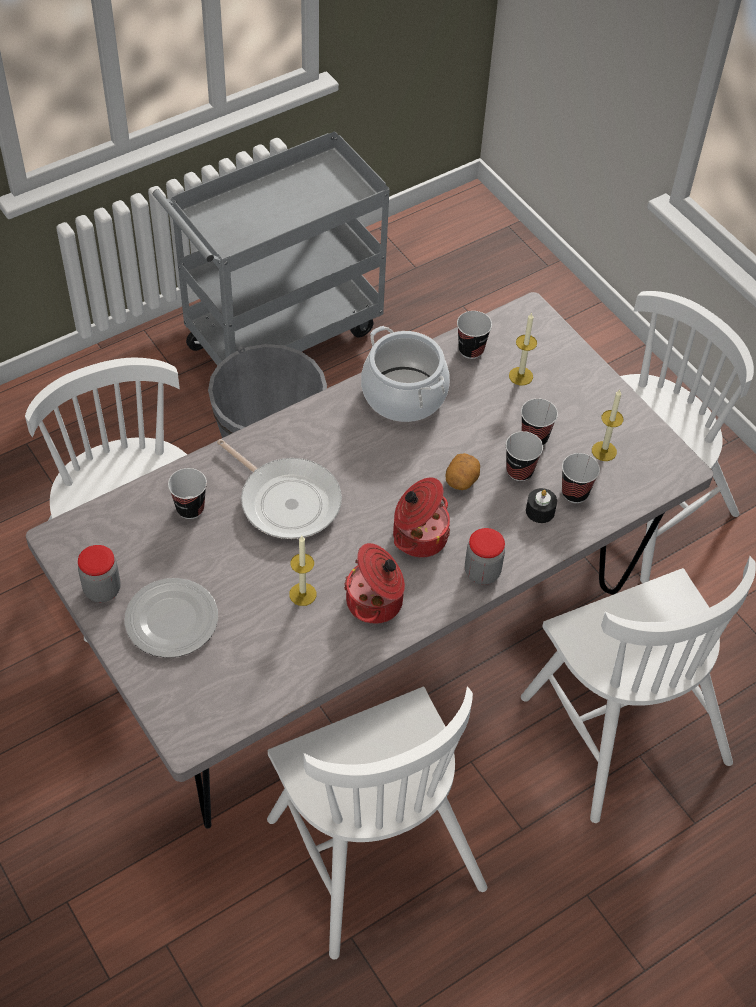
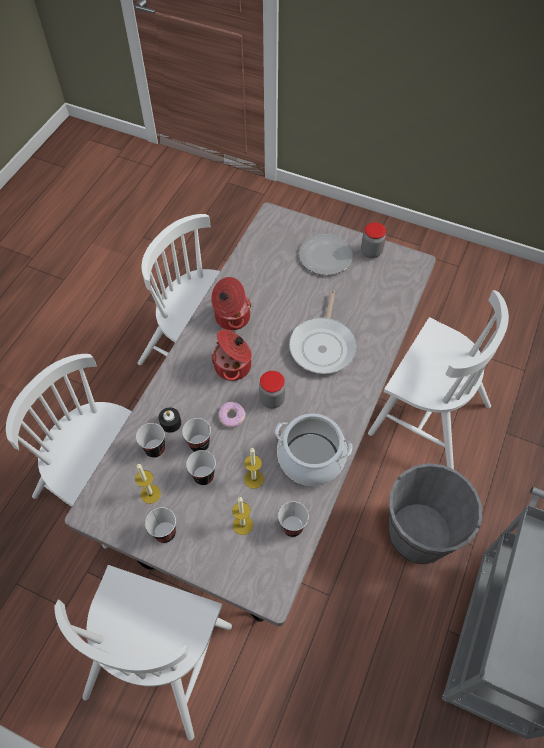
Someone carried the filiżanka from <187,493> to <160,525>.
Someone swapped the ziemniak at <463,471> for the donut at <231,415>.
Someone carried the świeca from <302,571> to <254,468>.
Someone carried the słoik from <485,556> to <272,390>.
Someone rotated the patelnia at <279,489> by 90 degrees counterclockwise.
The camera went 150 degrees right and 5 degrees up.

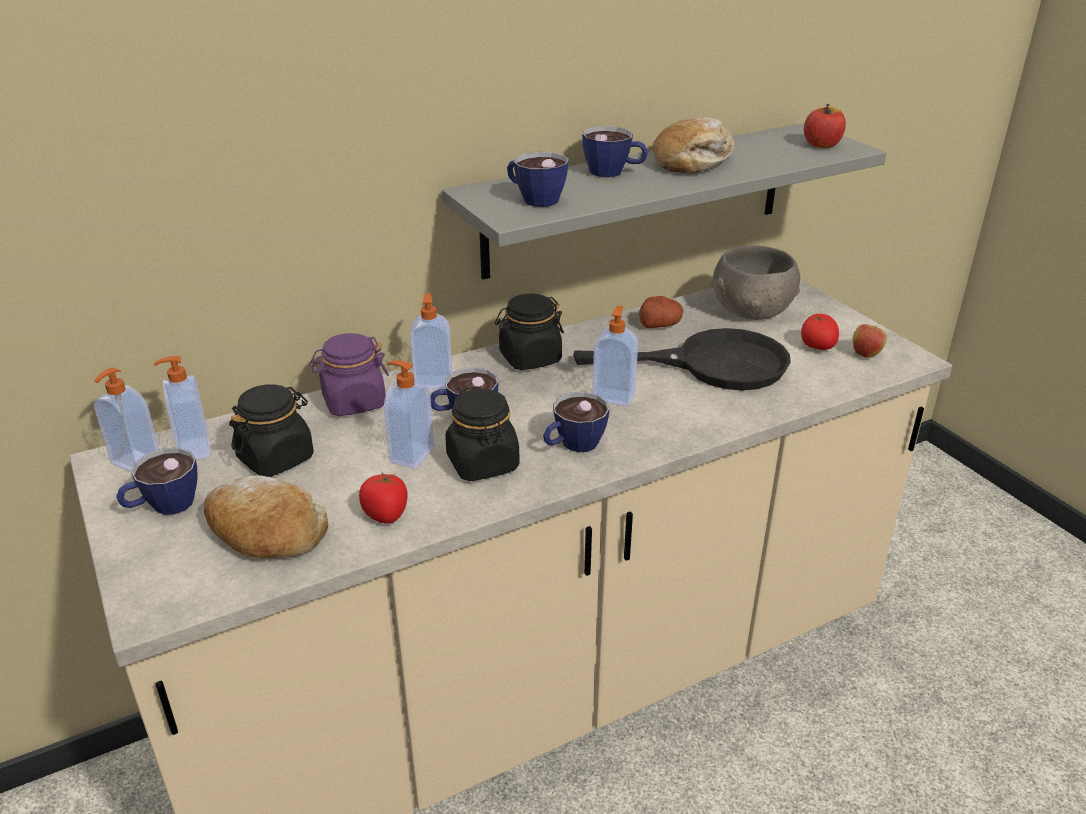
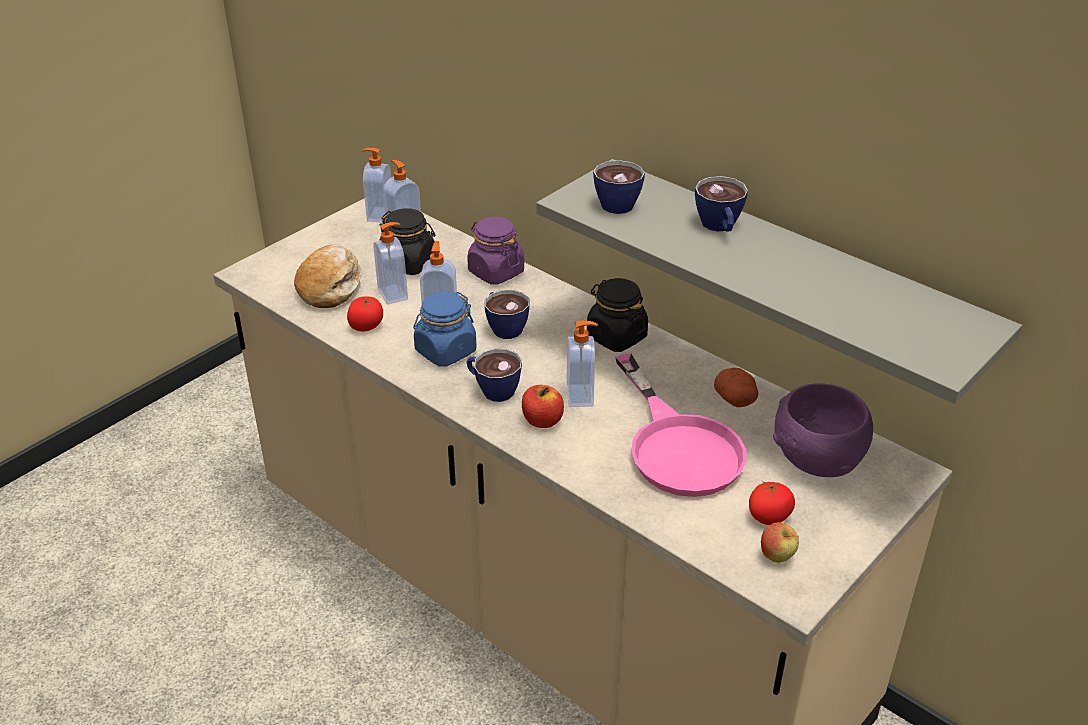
Someone carried the dozownik mydła from <431,341> to <390,263>.
Someone repainted the słoik (czarny) at <482,433>, which became the słoik (niebieski) at <444,329>.
Someone carried the jabłko from <825,126> to <543,406>.
Someone repainted the patelnia (czarny) at <682,359>, which became the patelnia (różowy) at <680,425>.
Someone repainted the miska (szary) at <755,283>, which became the miska (fioletowy) at <823,430>.
Someone took away the filiżanka at <157,481>.
Someone took away the chleb at <693,145>.
The camera went 70 degrees right and 5 degrees up.

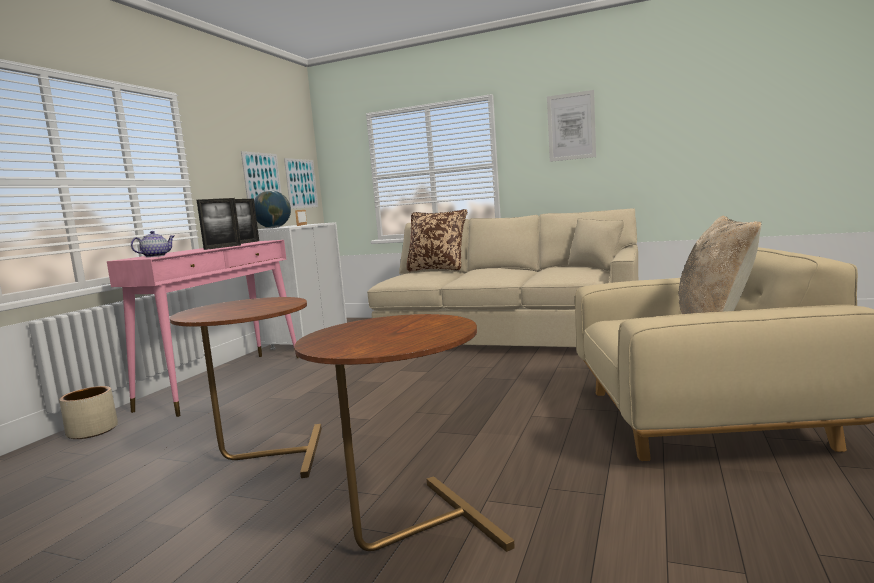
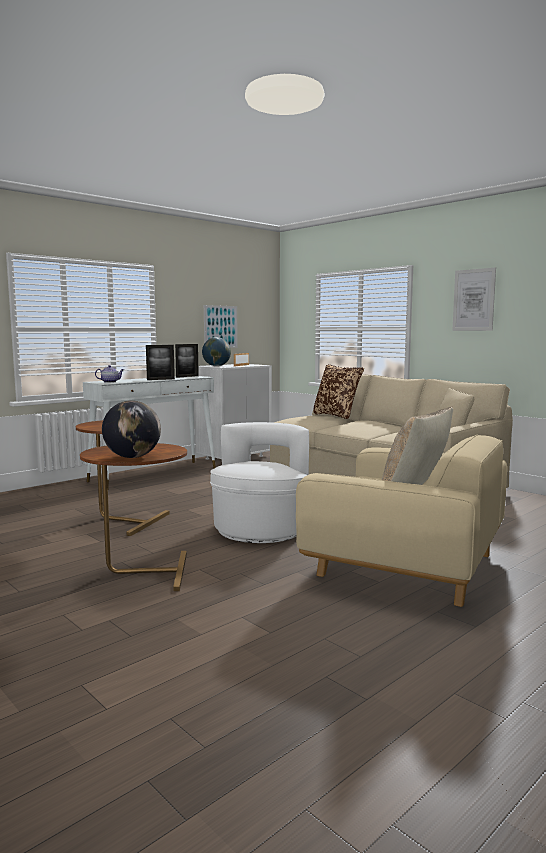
Someone repainted the stolik konsolowy (różowy) at <203,328>, which became the stolik konsolowy (biały) at <149,432>.
Someone put down the globus at <131,429>.
Someone put down the fotel (biały) at <259,482>.
Someone took away the donica (beżowy) at <88,412>.
Someone took away the obraz at <301,183>.
The camera went 25 degrees right and 0 degrees up.

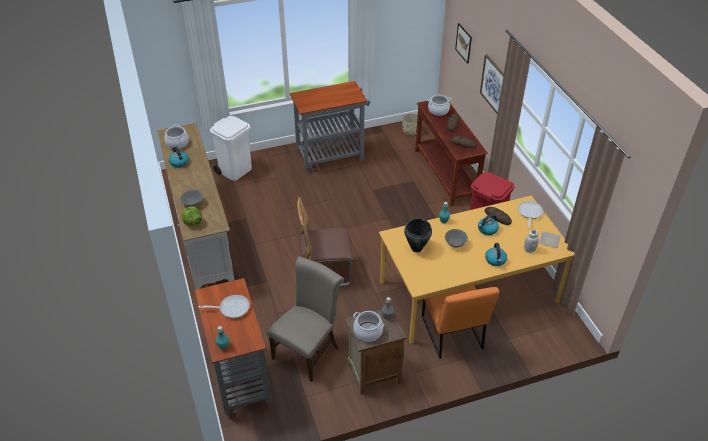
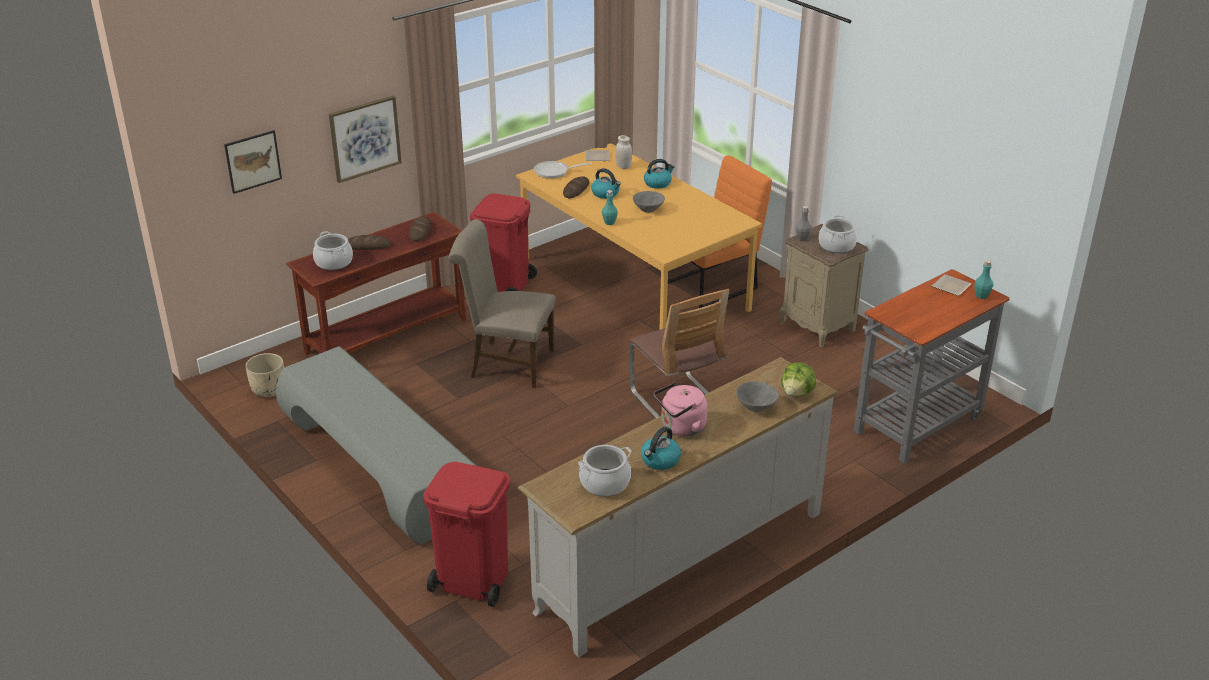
Someone swapped the wózek (szary) at <330,126> for the ławka (szary) at <376,445>.
Someone repainted the kosz na śmieci (biały) at <231,148>, which became the kosz na śmieci (czerwony) at <466,534>.
Someone carried the krzesło (beżowy) from <305,319> to <502,303>.
Someone put down the czajnik (różowy) at <681,409>.
Someone put down the talerz at <952,285>.
Someone took away the patelnia at <224,306>.
Someone took away the garnek (czarny) at <418,235>.
The camera went 110 degrees left and 10 degrees down.

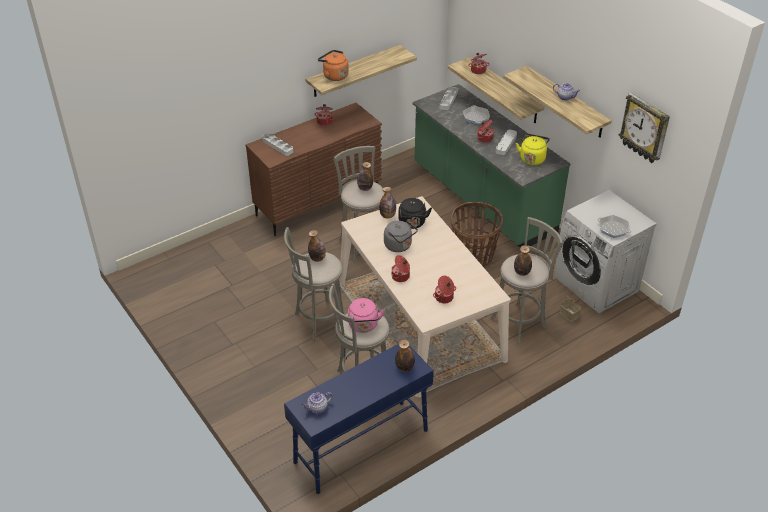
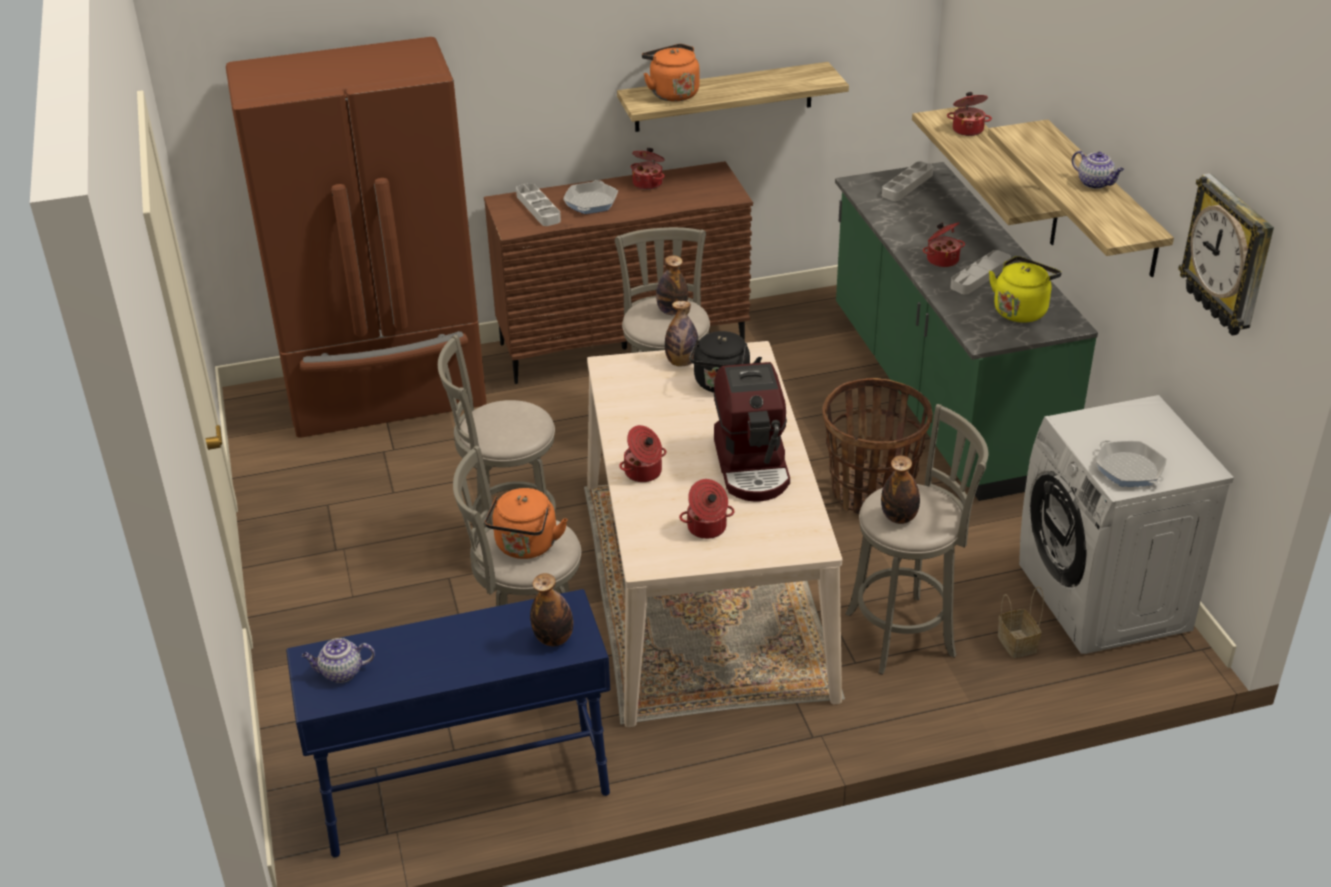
Someone put down the lodówka (brązowy) at <356,237>.
Someone repainted the czajnik (różowy) at <366,315>, which became the czajnik (pomarańczowy) at <526,523>.
Someone carried the patelnia from <476,114> to <590,197>.
Someone put down the ekspres do kawy at <752,432>.
Someone took away the butelka at <317,246>.
Someone took away the czajnik (szary) at <401,236>.
The camera went 20 degrees right and 5 degrees down.

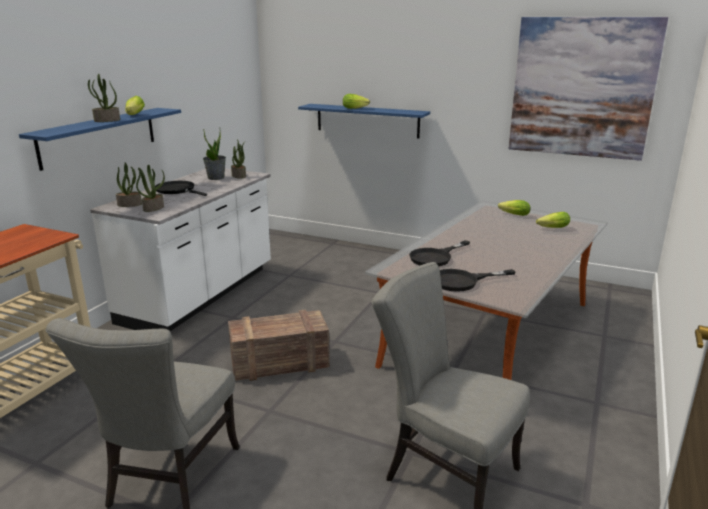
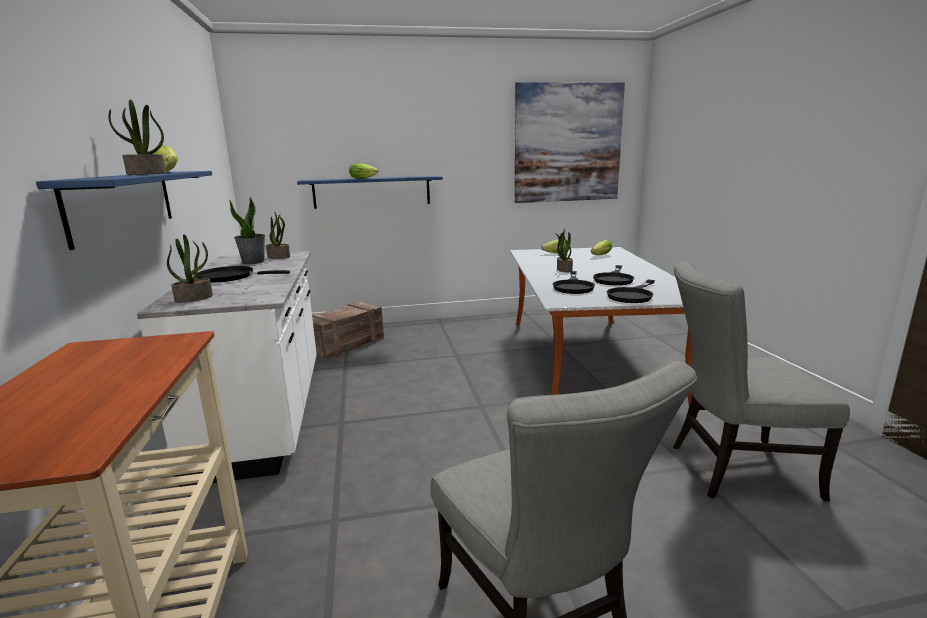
Someone carried the skrzynka from <279,345> to <348,330>.
Someone carried the roślina doniczkowa from <150,188> to <564,250>.
Someone put down the patelnia (czarny) at <613,275>.
The camera went 35 degrees left and 5 degrees down.

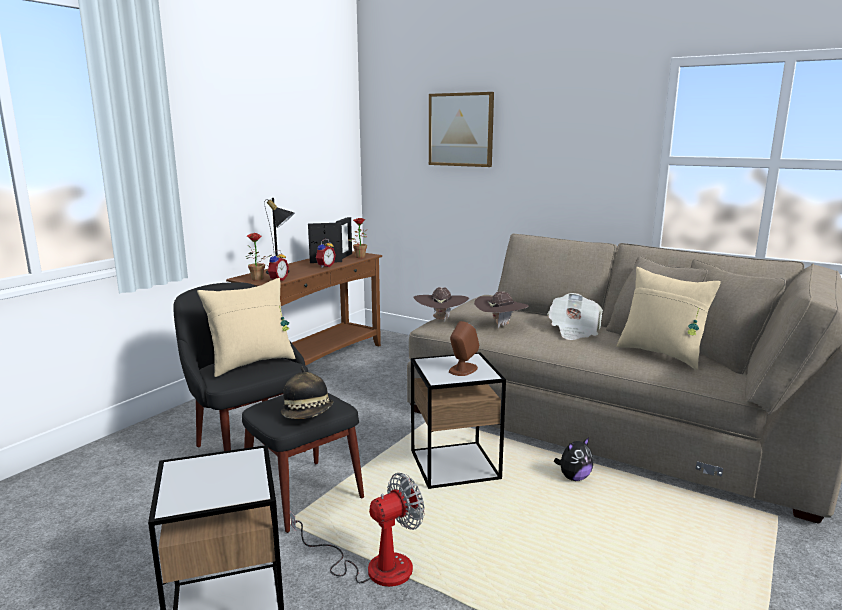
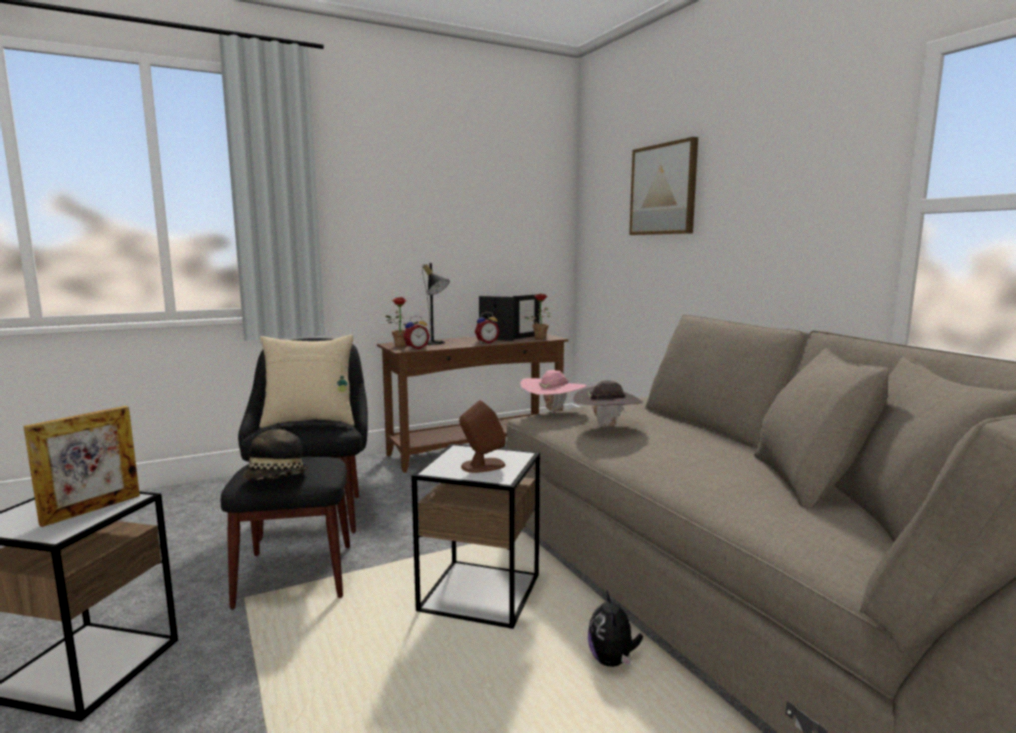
Someone put down the ramka na zdjęcie at <81,466>.
Someone repainted the kapelusz (brązowy) at <441,304>, which became the kapelusz (różowy) at <553,392>.
Someone rotated the pluszak at <573,459> by 90 degrees clockwise.
Someone took away the wentylator at <357,530>.
Someone took away the gazeta at <575,316>.
Someone took away the poduszka (beżowy) at <668,318>.
The camera went 30 degrees right and 5 degrees down.

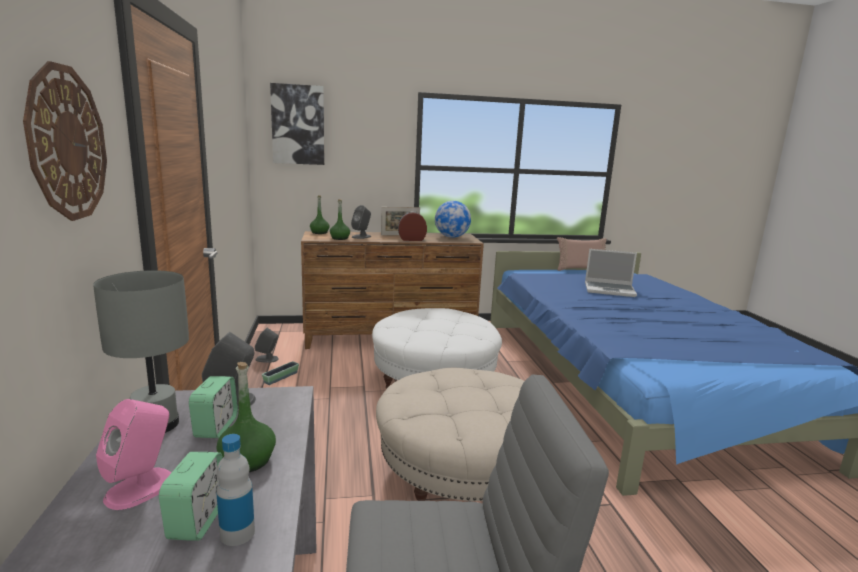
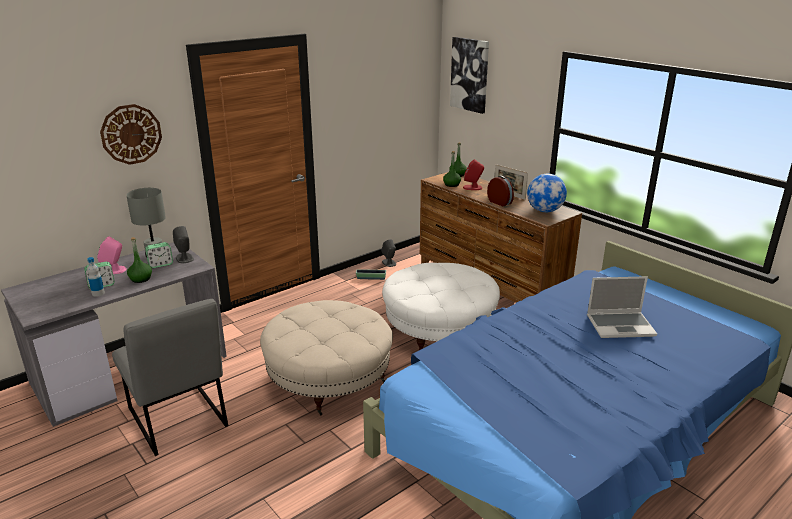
Someone repainted the głośnik (szary) at <361,222>, which became the głośnik (czerwony) at <473,174>.
Someone rotated the laptop at <611,273> by 75 degrees counterclockwise.
Someone took away the poduszka (beżowy) at <582,254>.
The camera went 60 degrees right and 10 degrees up.

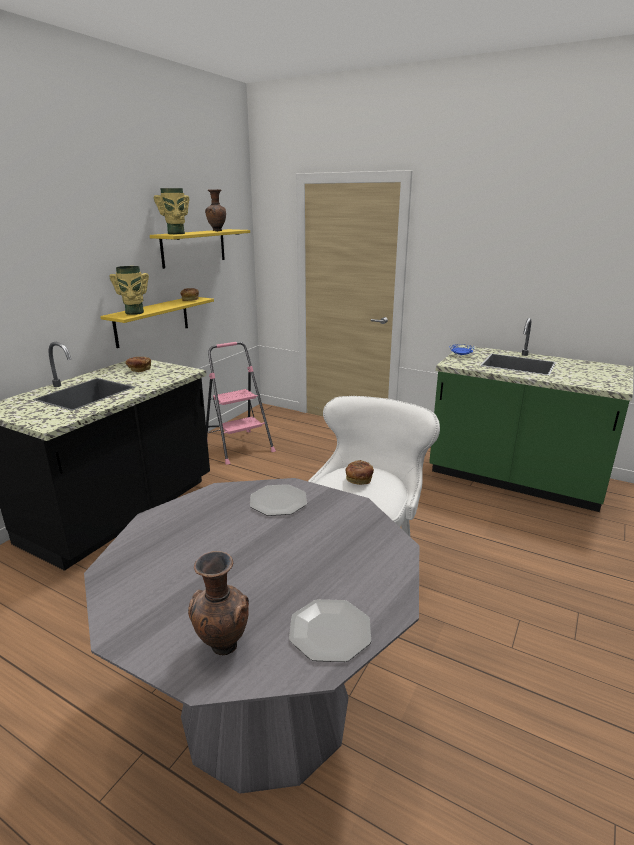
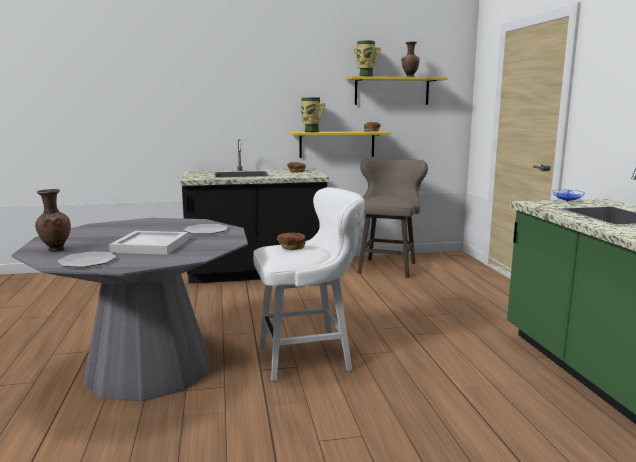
Someone put down the taca (biały) at <148,243>.
Someone swapped the drabinka (różowy) at <241,403> for the stołek (beżowy) at <393,218>.
The camera went 50 degrees right and 10 degrees down.

